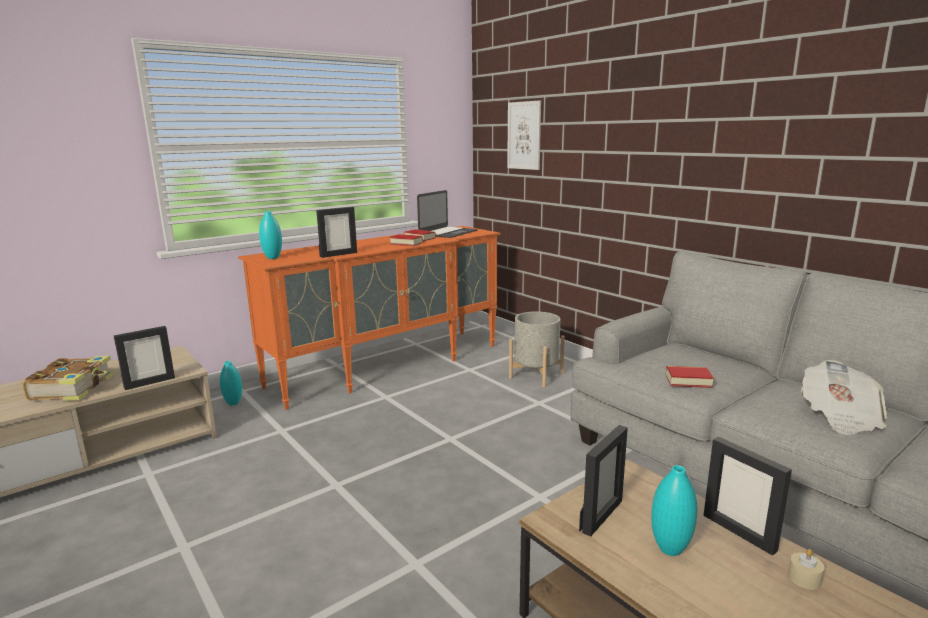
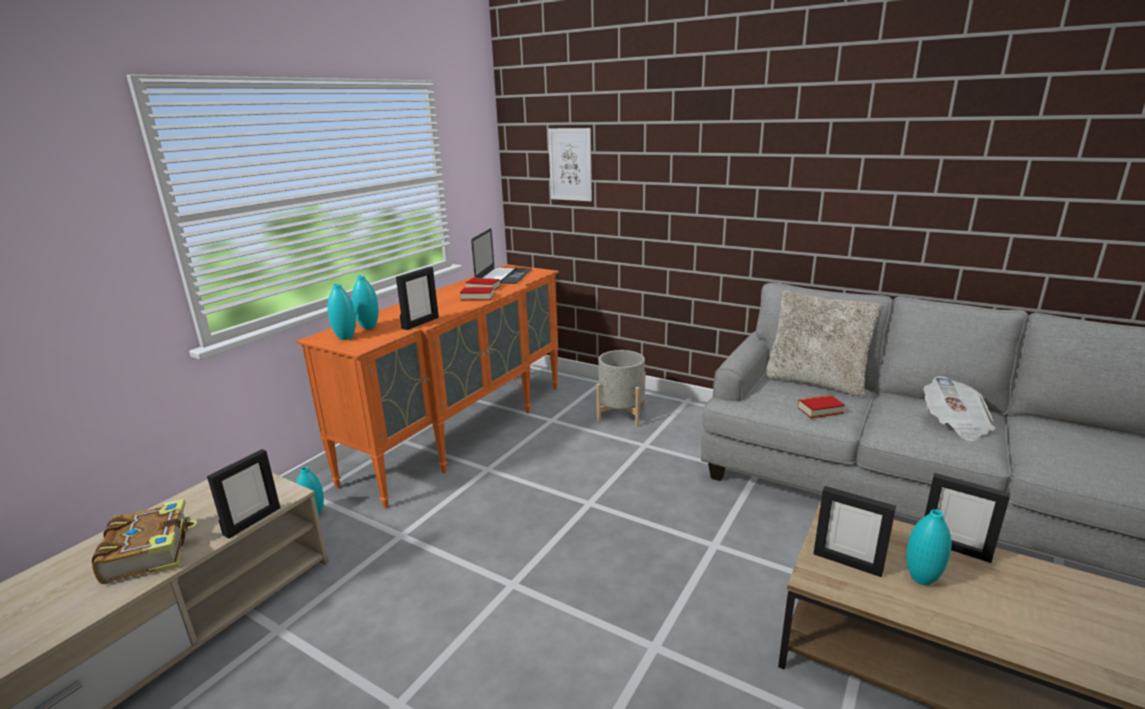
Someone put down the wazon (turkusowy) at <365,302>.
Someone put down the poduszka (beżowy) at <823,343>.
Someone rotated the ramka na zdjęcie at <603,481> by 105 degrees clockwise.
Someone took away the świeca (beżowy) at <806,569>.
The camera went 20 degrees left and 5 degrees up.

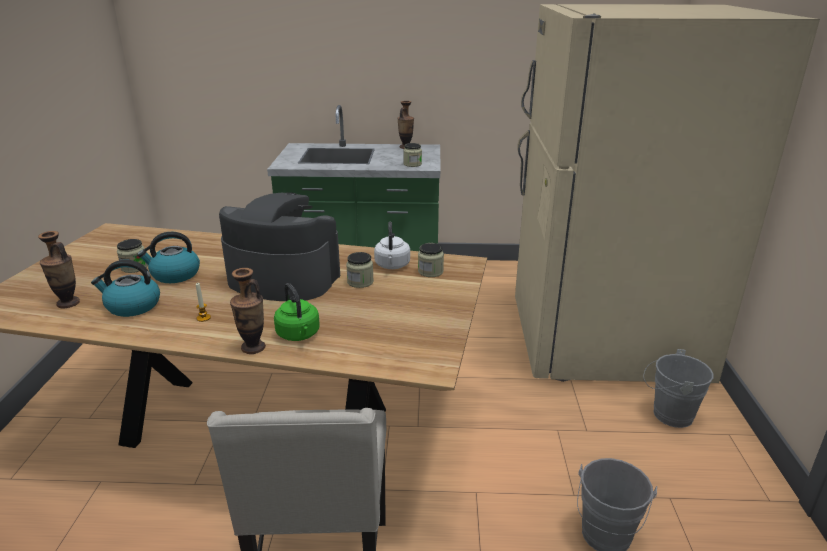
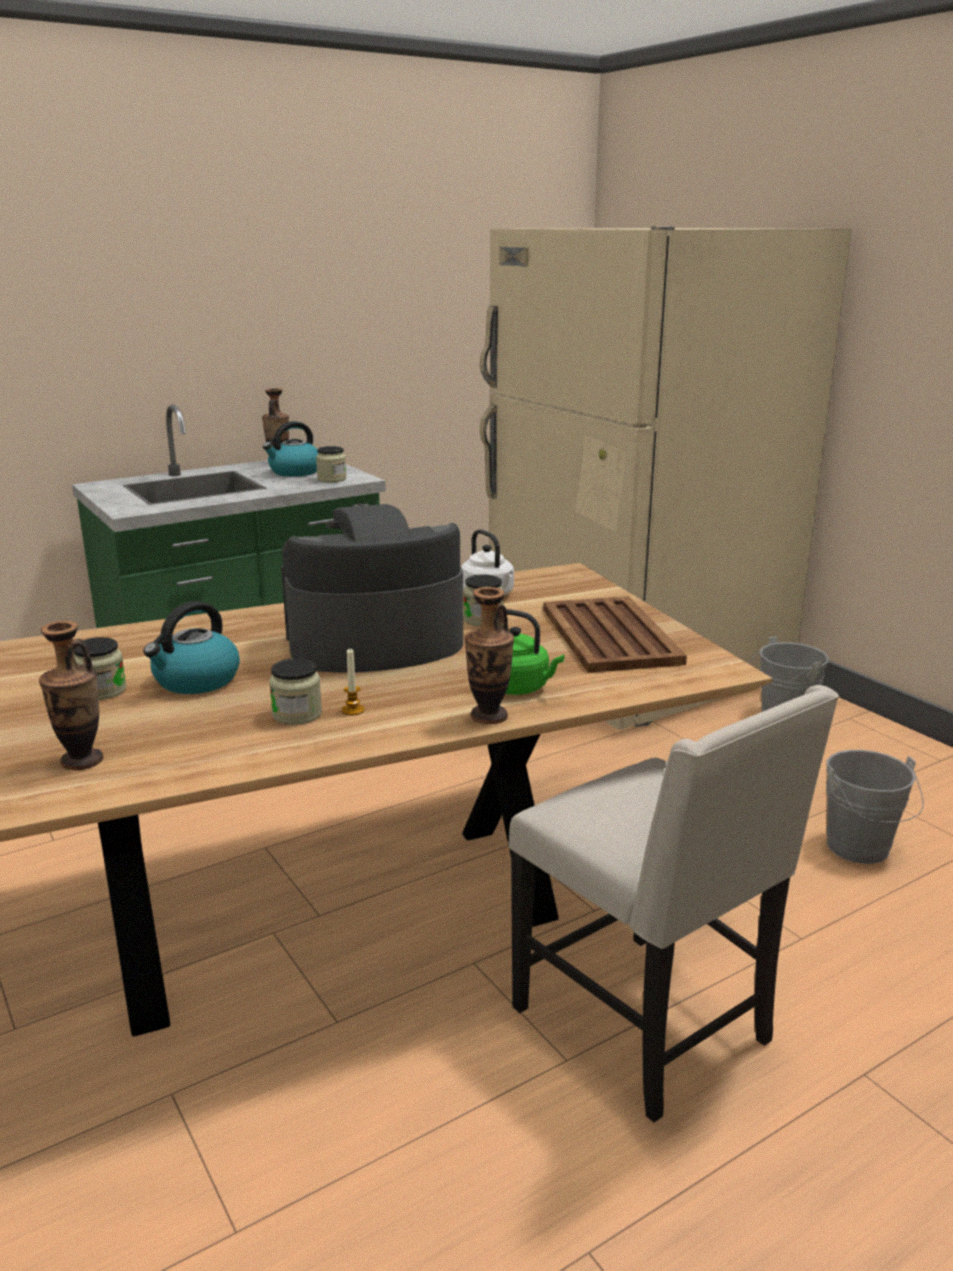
Someone carried the czajnik from <125,288> to <290,449>.
Someone carried the słoik from <431,260> to <295,691>.
Someone put down the taca (brązowy) at <615,634>.
The camera went 35 degrees left and 5 degrees down.

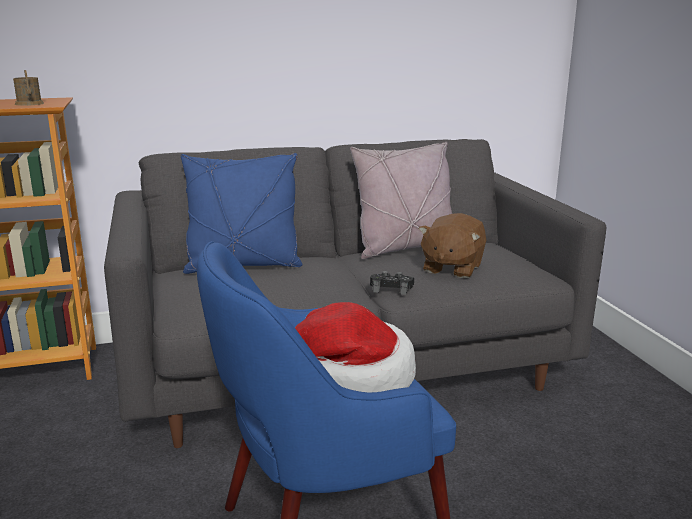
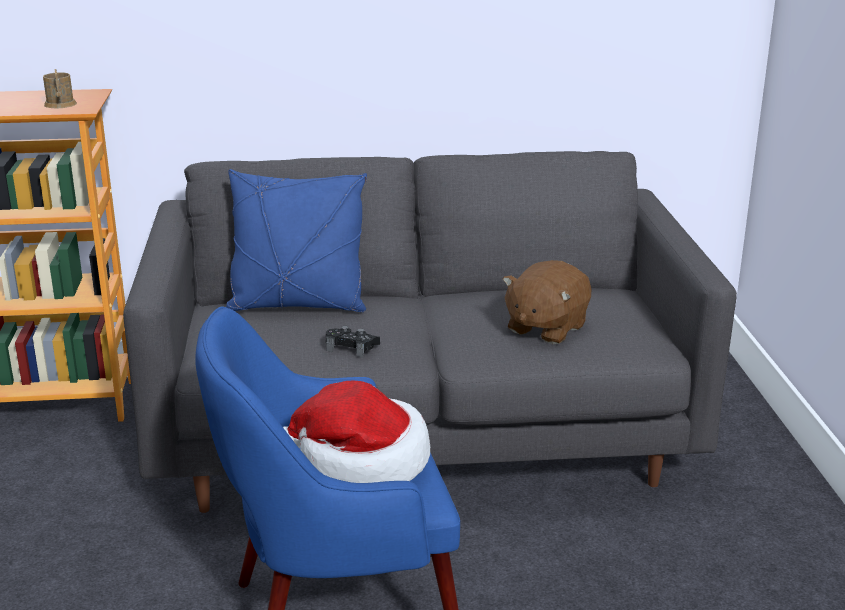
Someone carried the pad do gier (czarny) from <392,283> to <353,341>.
Someone took away the poduszka (fioletowy) at <401,200>.
The camera went 10 degrees right and 5 degrees up.

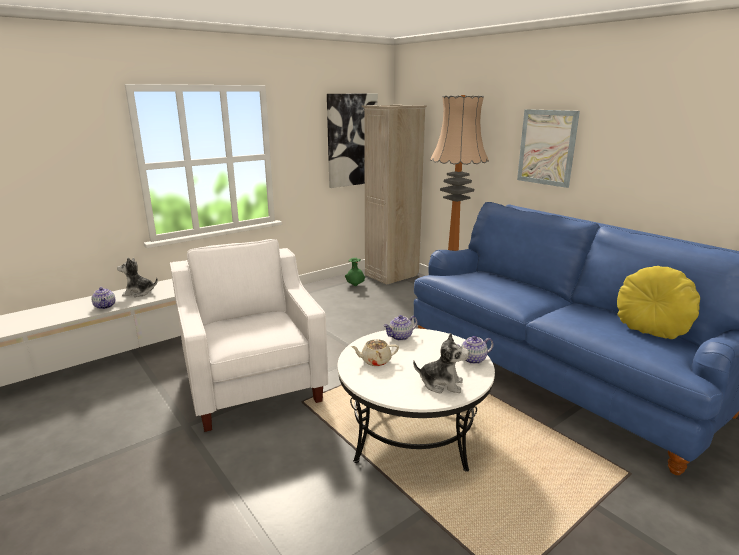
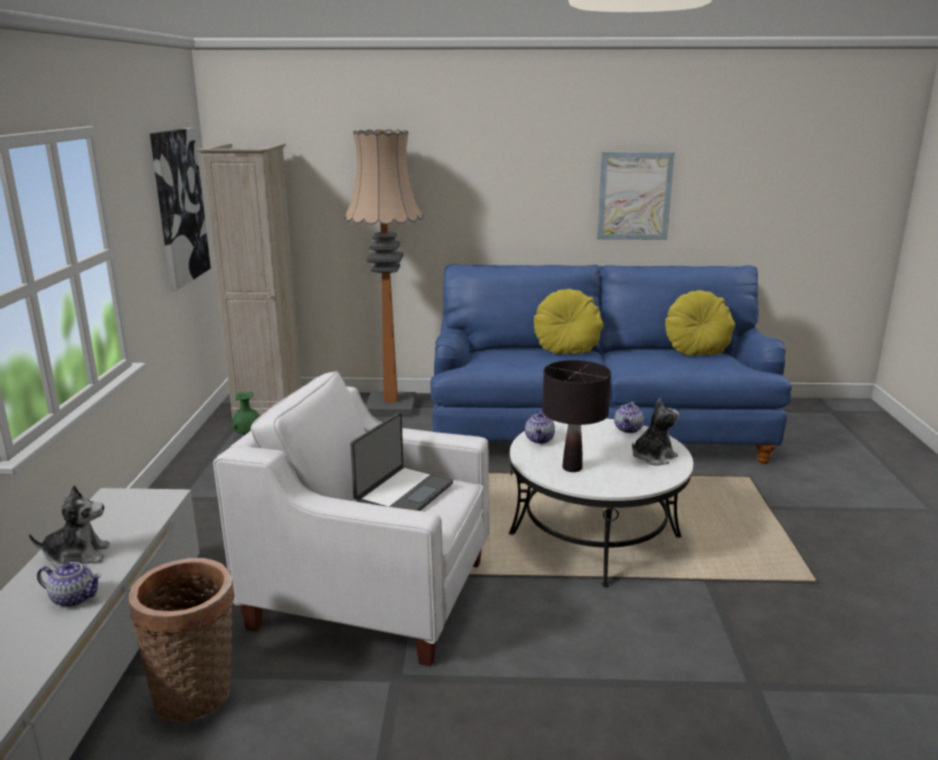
Someone rotated the pluszak at <137,277> by 135 degrees counterclockwise.
Someone put down the koszyk at <181,640>.
Someone put down the laptop at <401,462>.
Someone put down the poduszka (żółty) at <568,321>.
Someone swapped the imbryk (beżowy) at <374,352> for the lampa stołowa (czarny) at <576,416>.
Someone carried the obraz from <548,148> to <636,196>.
The camera went 50 degrees left and 0 degrees up.

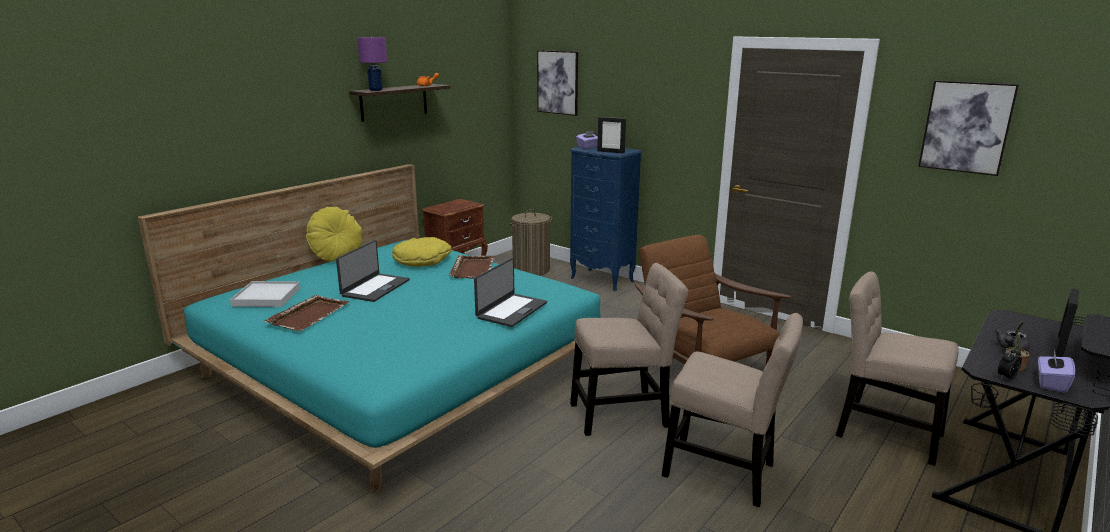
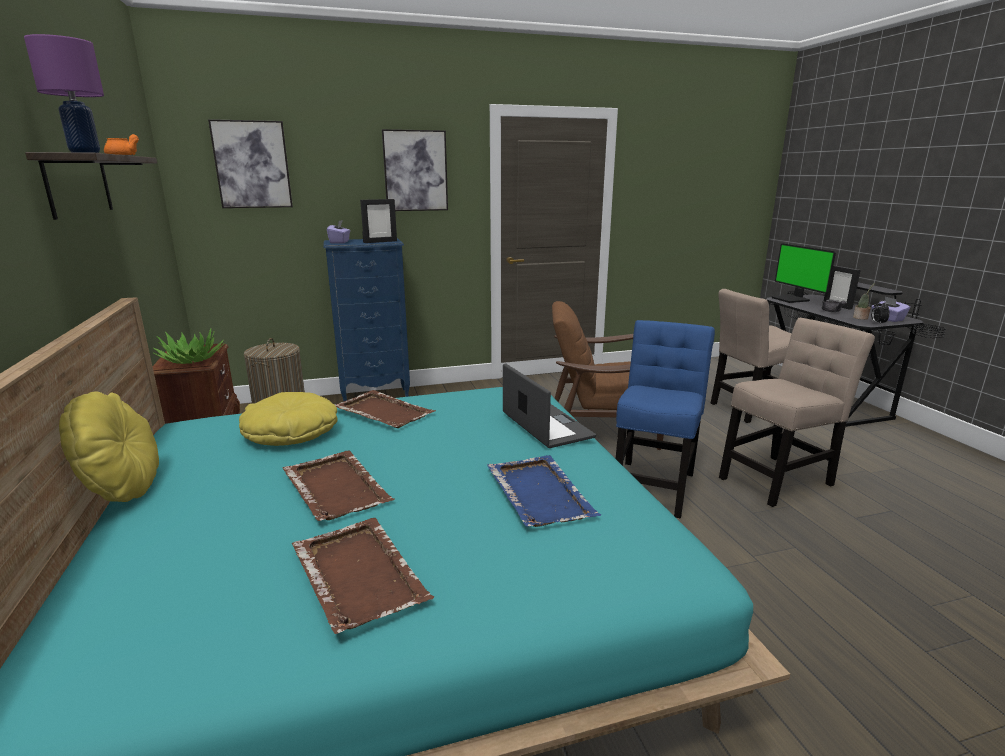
Someone put down the roślina doniczkowa at <189,346>.
Someone swapped the laptop at <373,271> for the taca (brązowy) at <339,485>.
Someone carried the obraz from <968,128> to <415,170>.
Someone put down the taca (niebieski) at <544,491>.
Someone repainted the krzesło (beżowy) at <629,349>, which became the krzesło (niebieski) at <665,419>.
Someone put down the monitor at <803,273>.
Someone took away the taca (biały) at <265,294>.
The camera went 55 degrees left and 0 degrees up.

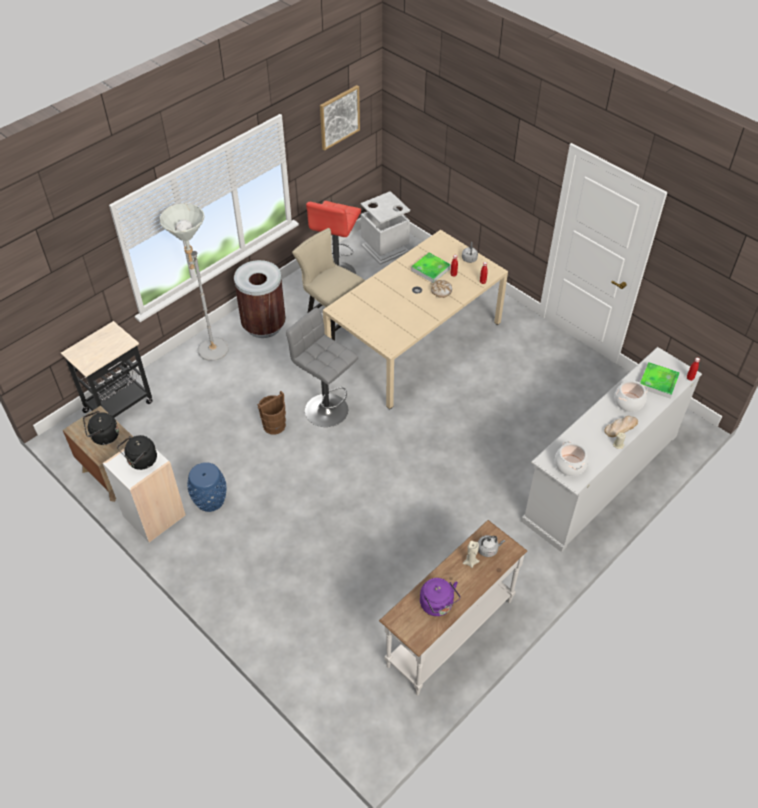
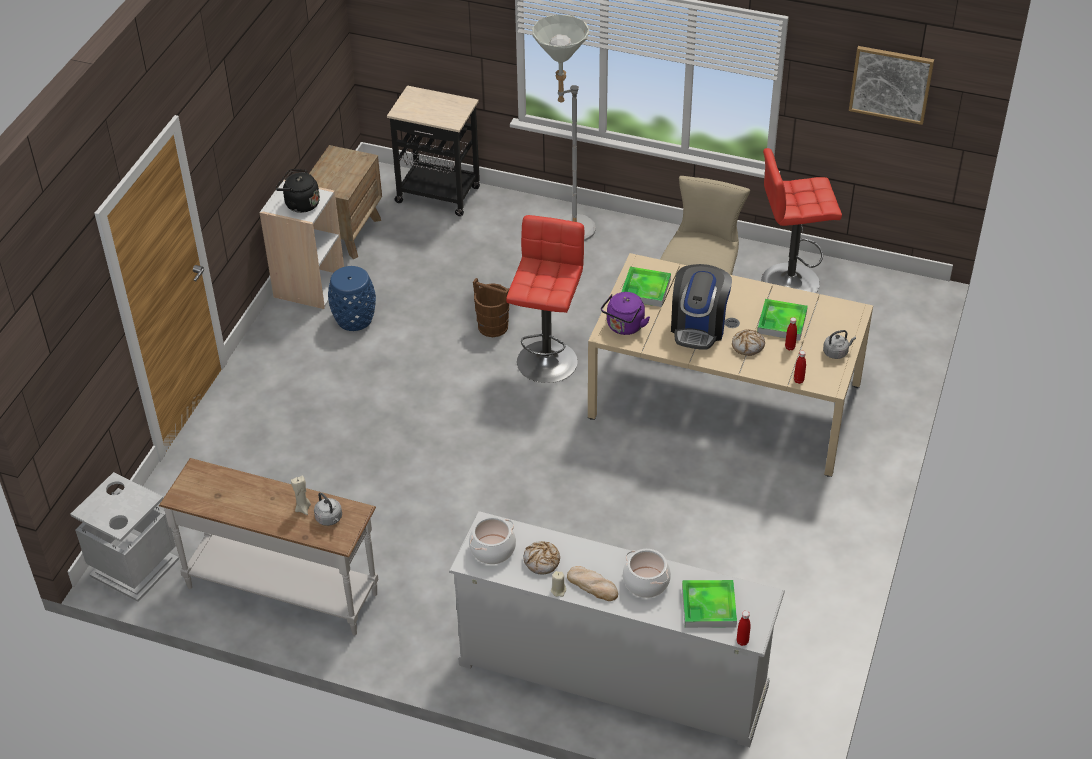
Someone carried the kosz na śmieci (szary) from <385,228> to <124,537>.
Someone repainted the stołek (szary) at <322,367>, which became the stołek (czerwony) at <545,299>.
Someone put down the chleb at <541,558>.
Someone carried the czajnik (fioletowy) from <440,597> to <625,313>.
Someone put down the taca at <646,287>.
Someone put down the ekspres do kawy at <701,307>.
Someone took away the czajnik (czarny) at <101,428>.
Someone took away the kosz na śmieci (brązowy) at <260,299>.
The camera went 65 degrees right and 5 degrees down.

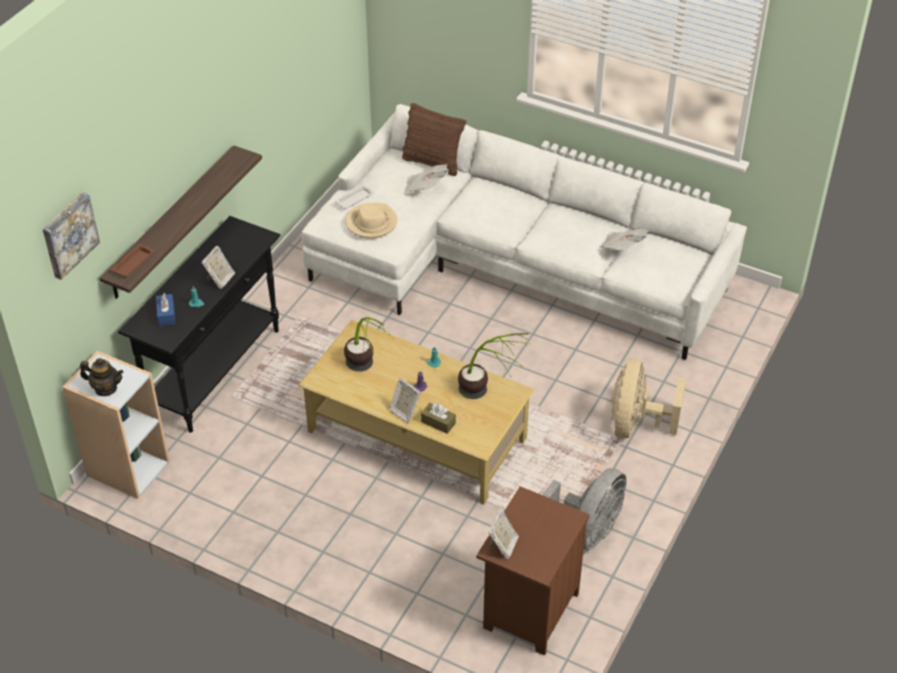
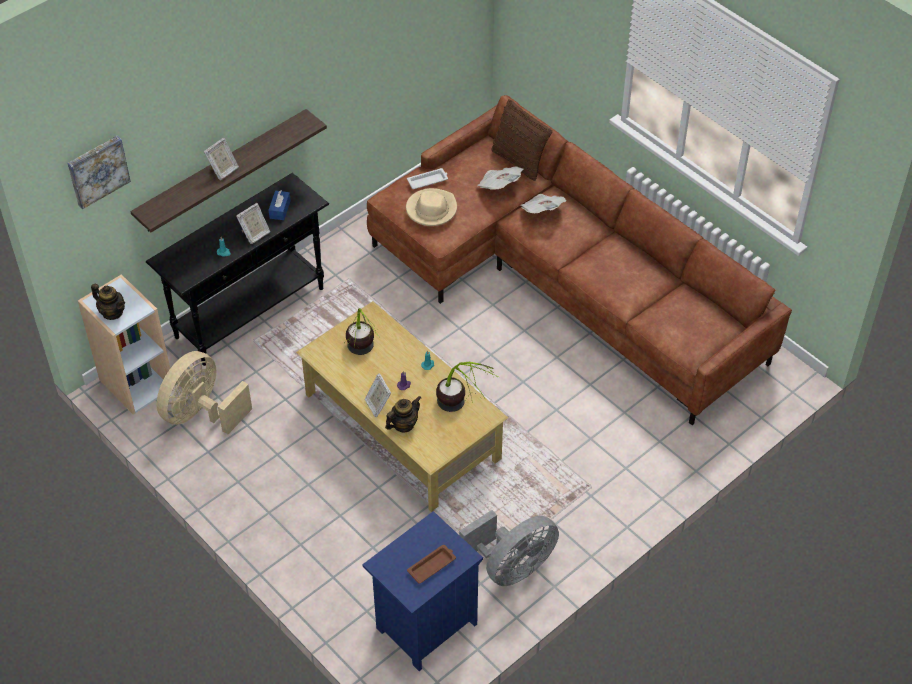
Someone carried the wentylator (beżowy) from <648,399> to <204,392>.
Someone carried the ramka na zdjęcie from <503,534> to <221,159>.
Someone carried the pudełko chusteczek (niebieski) from <165,309> to <280,205>.
Someone repainted the szafka nocna (brązowy) at <533,570>, which became the szafka nocna (niebieski) at <422,591>.
Someone repainted the kanapa (biały) at <524,232>, which became the kanapa (brązowy) at <579,260>.
Someone swapped the pudełko chusteczek (brązowy) at <438,418> for the imbryk at <403,414>.
Someone carried the taca (brązowy) from <132,260> to <431,564>.
Someone carried the gazeta from <624,239> to <543,203>.
The camera went 20 degrees right and 5 degrees up.

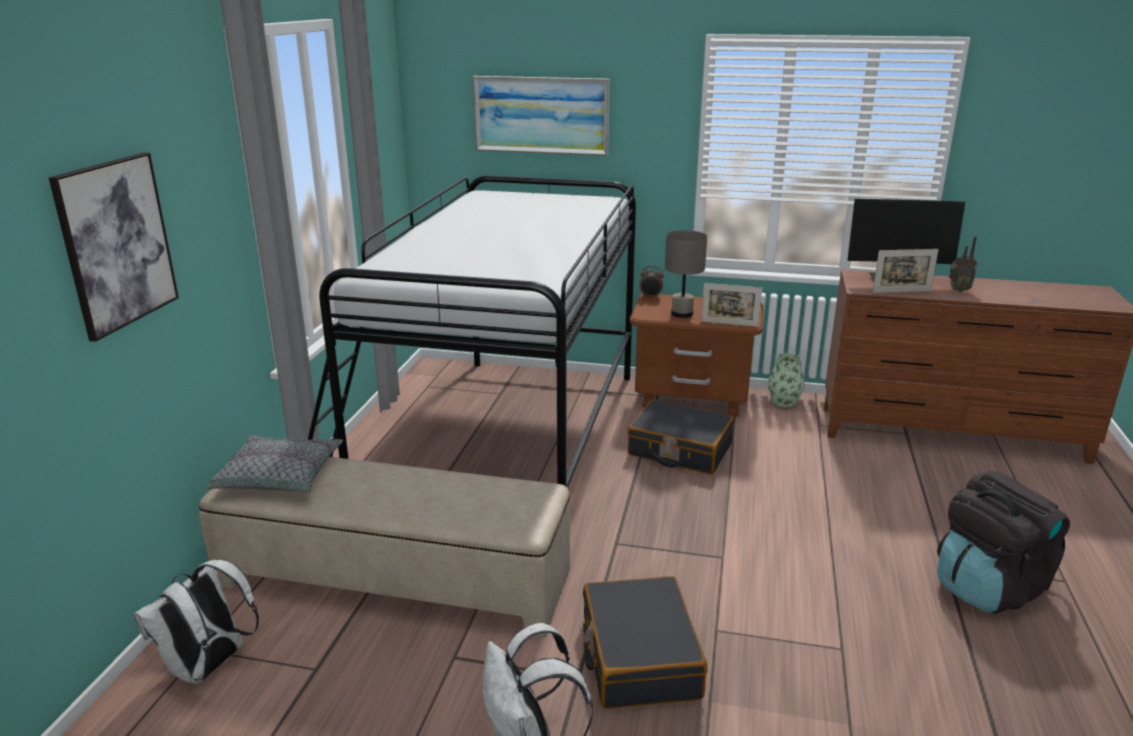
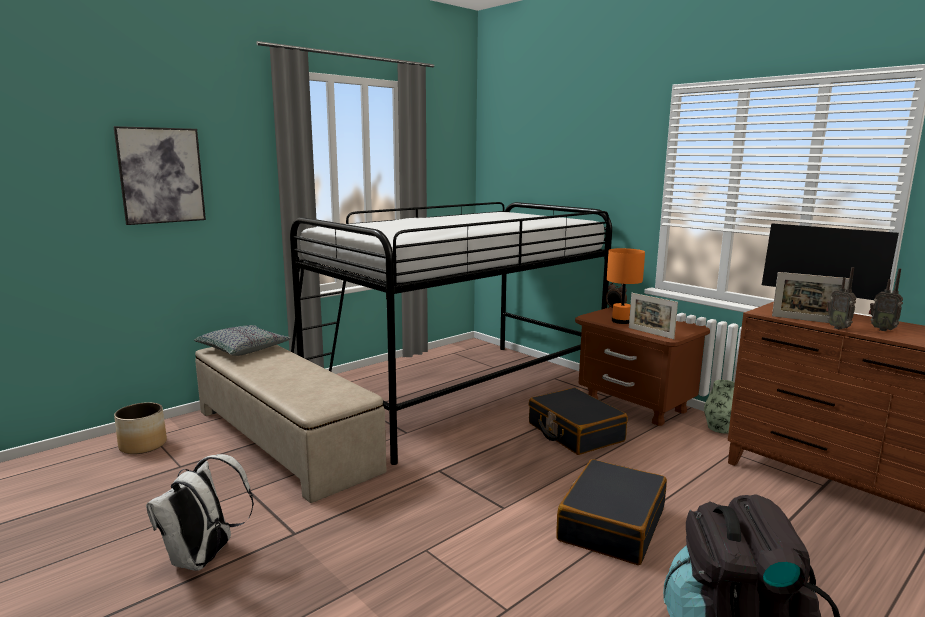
Someone swapped the plecak (biały) at <196,621> for the donica at <140,428>.
Someone carried the walizka (czarny) from <645,642> to <611,512>.
Someone repainted the lampa stołowa (szary) at <686,274>, which became the lampa stołowa (pomarańczowy) at <626,286>.
Someone put down the radio at <841,298>.
Someone took away the obraz at <541,116>.
The camera went 35 degrees right and 10 degrees down.

